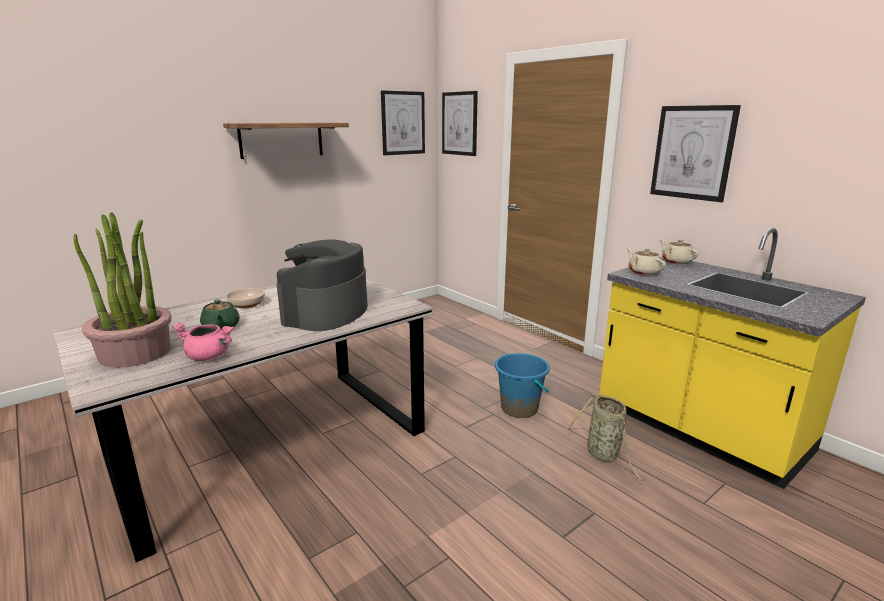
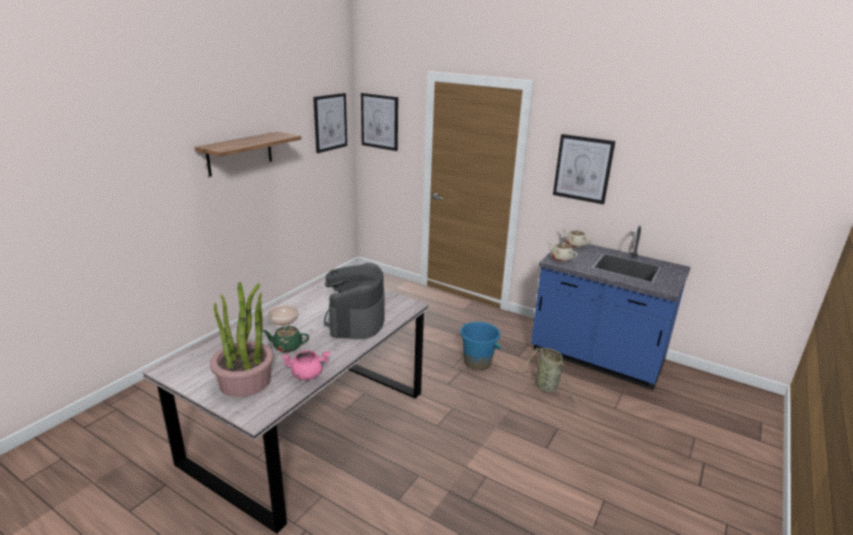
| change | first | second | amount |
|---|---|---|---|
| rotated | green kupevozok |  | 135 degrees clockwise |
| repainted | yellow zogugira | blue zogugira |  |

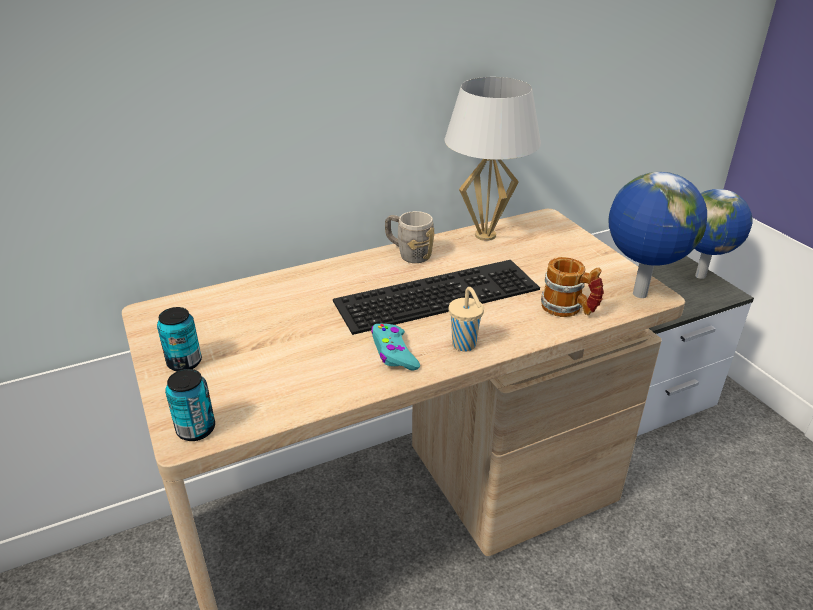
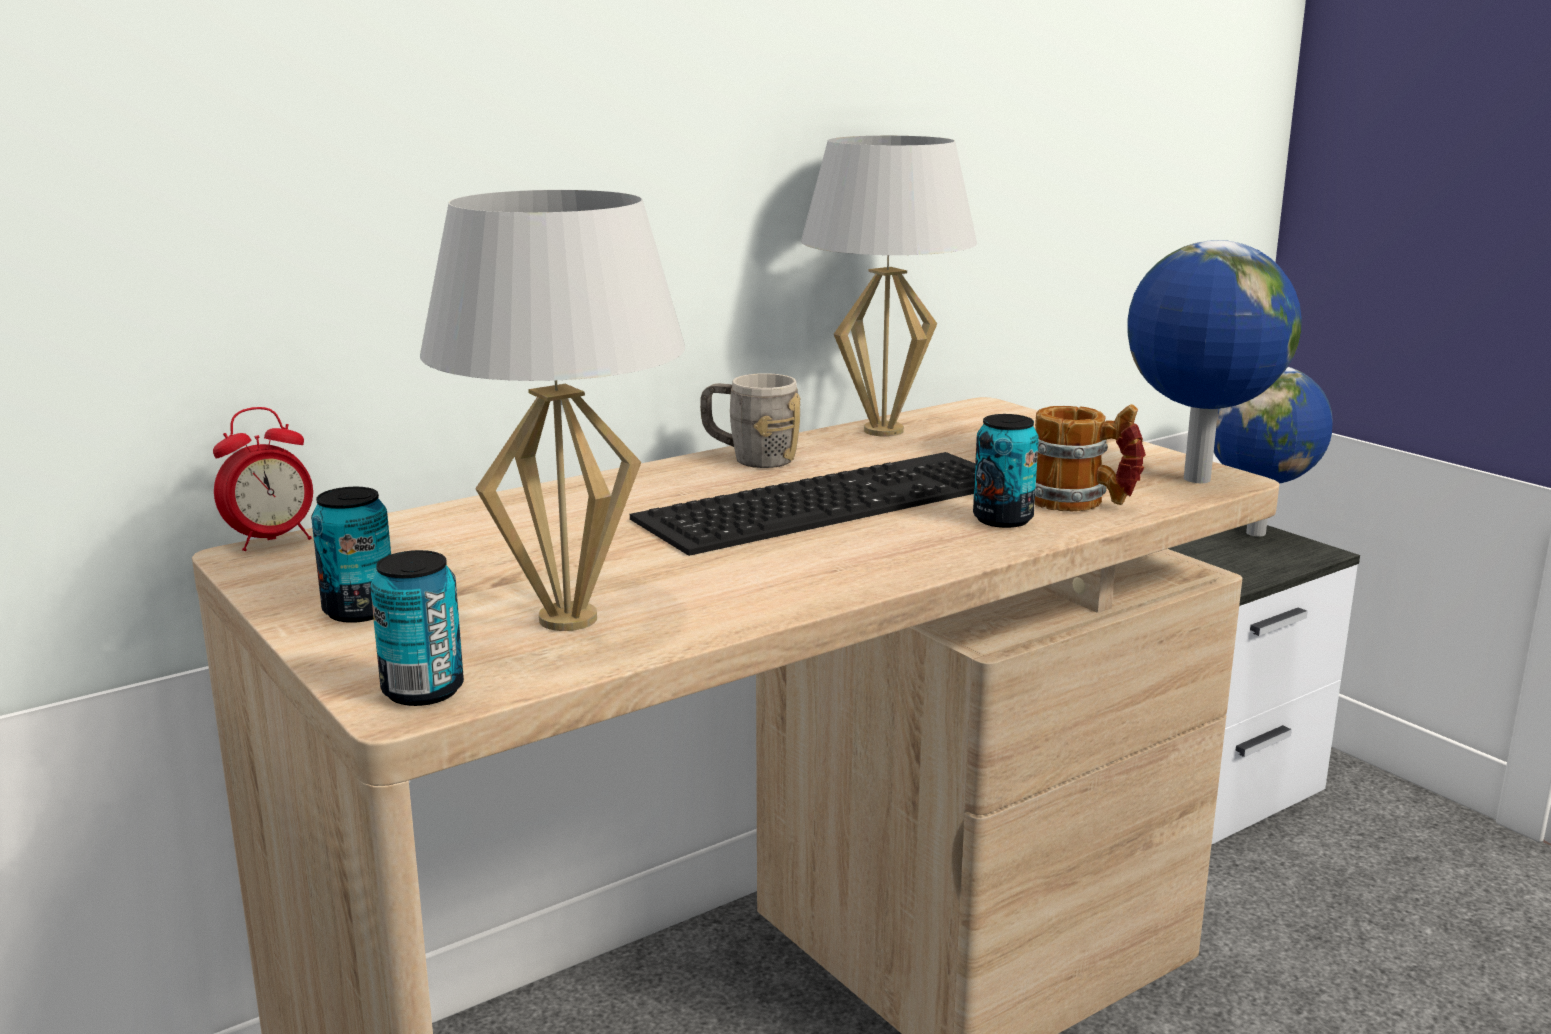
| change | first | second | amount |
|---|---|---|---|
| new |  | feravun |  |
| new |  | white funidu (no. 1 from left) |  |
| new |  | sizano (no. 3 from left) |  |
| gone | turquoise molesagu |  |  |
| gone | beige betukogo |  |  |

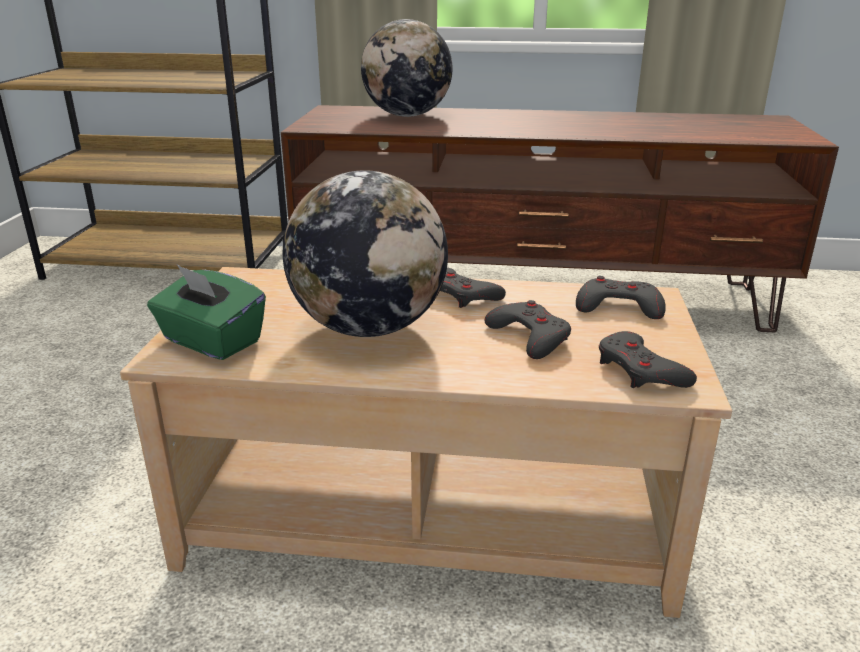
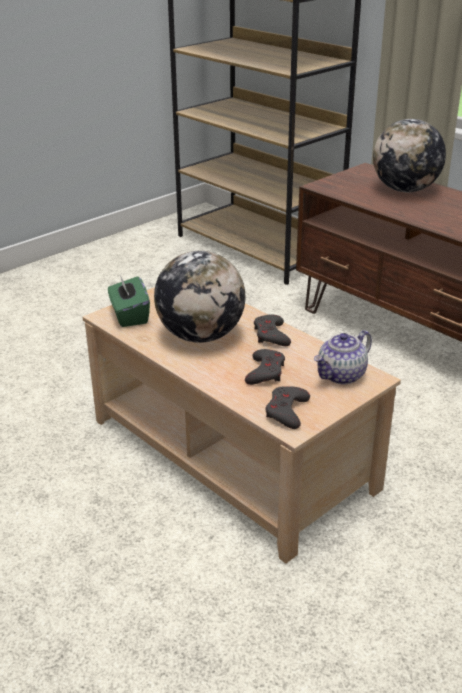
| change | first | second | amount |
|---|---|---|---|
| swapped | grey molesagu (no. 3 from left) | kupevozok |  |

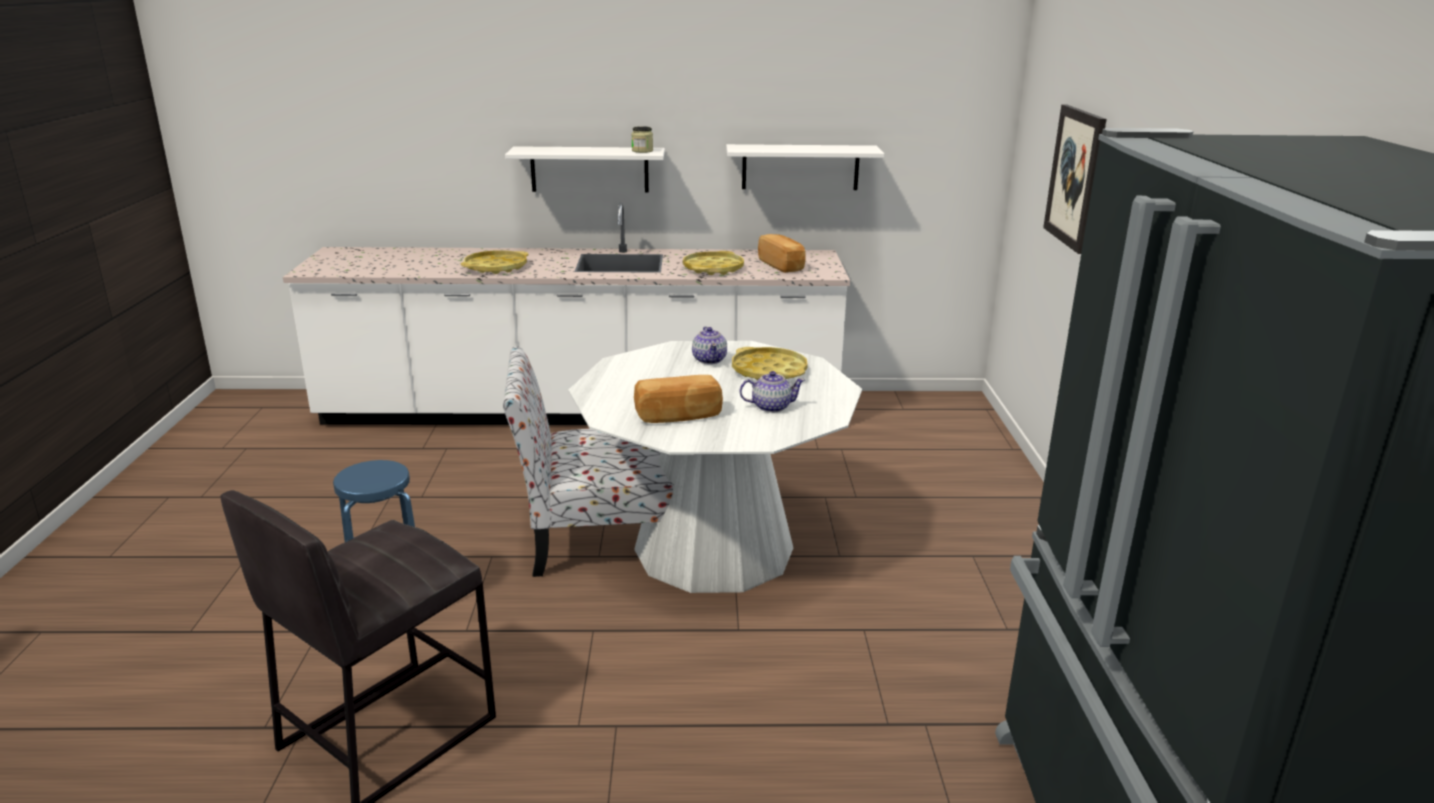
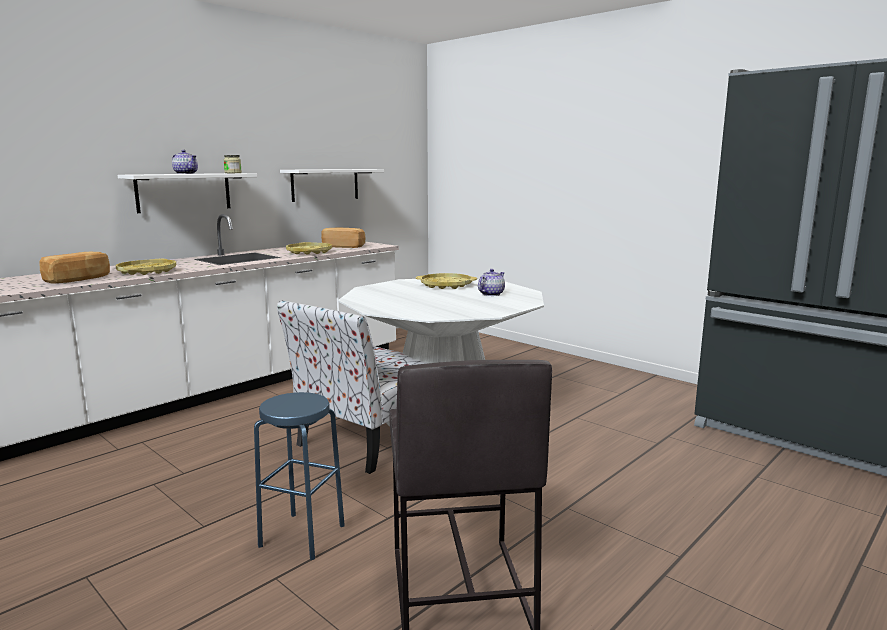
| change | first | second | amount |
|---|---|---|---|
| shifted | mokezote (no. 1 from left) |  |  |
| shifted | kupevozok (no. 1 from left) |  |  |
| gone | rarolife |  |  |

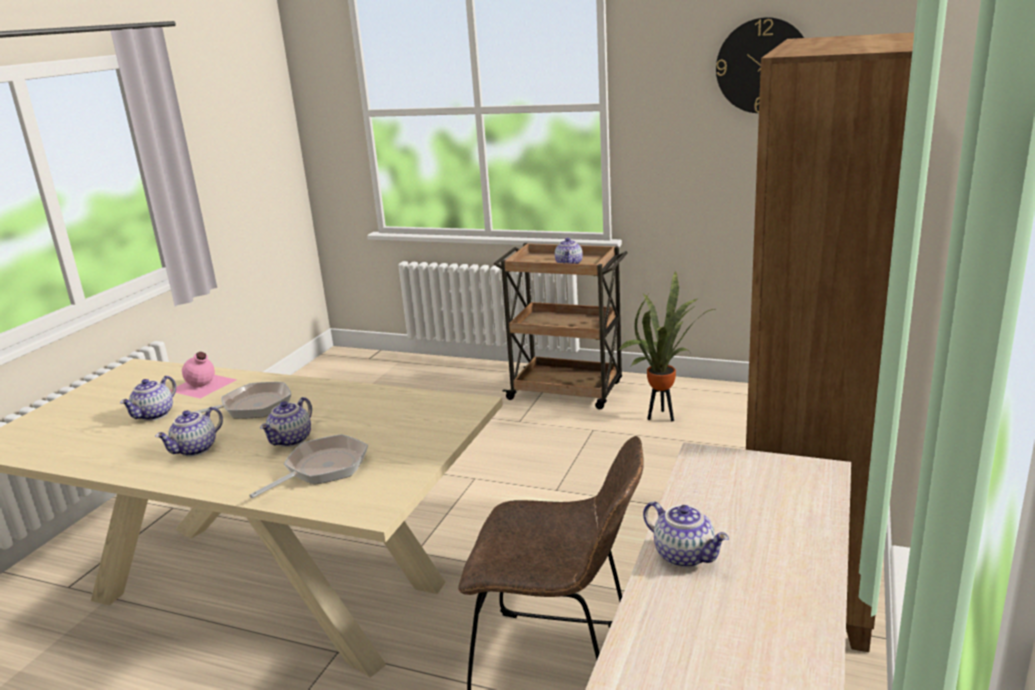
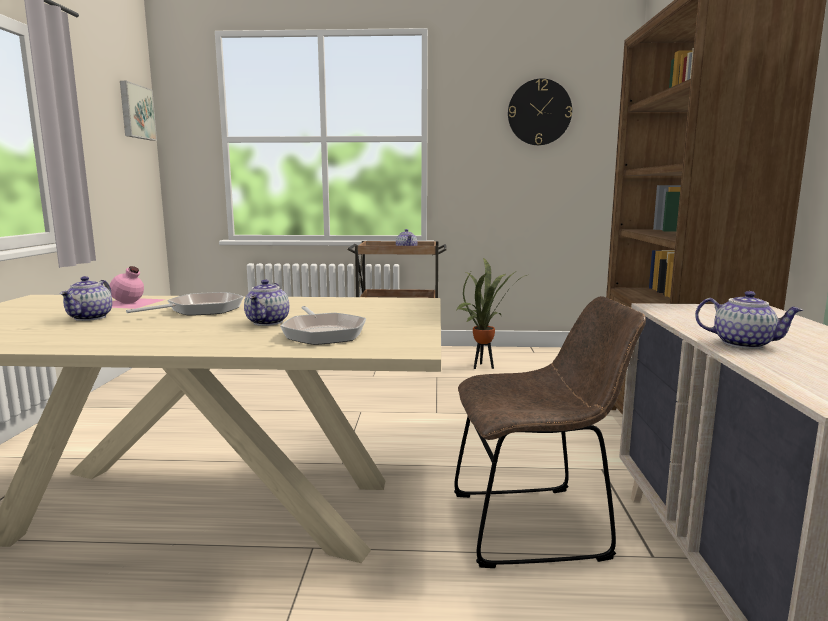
| change | first | second | amount |
|---|---|---|---|
| new |  | rarolife |  |
| rotated | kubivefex (no. 2 from left) |  | 135 degrees clockwise |
| gone | kupevozok (no. 2 from left) |  |  |

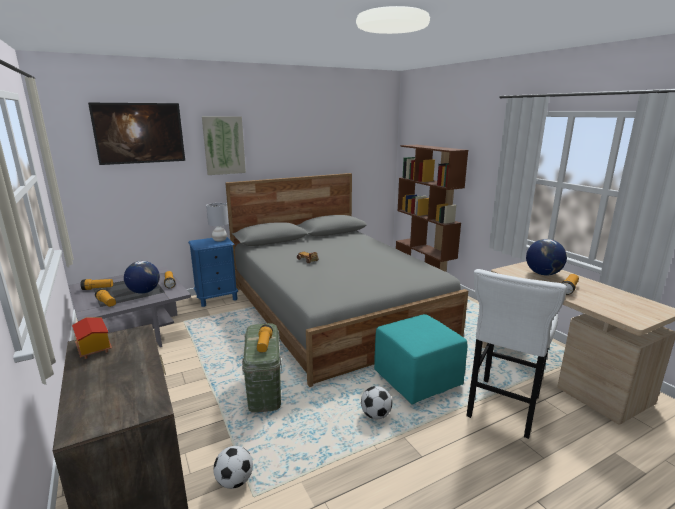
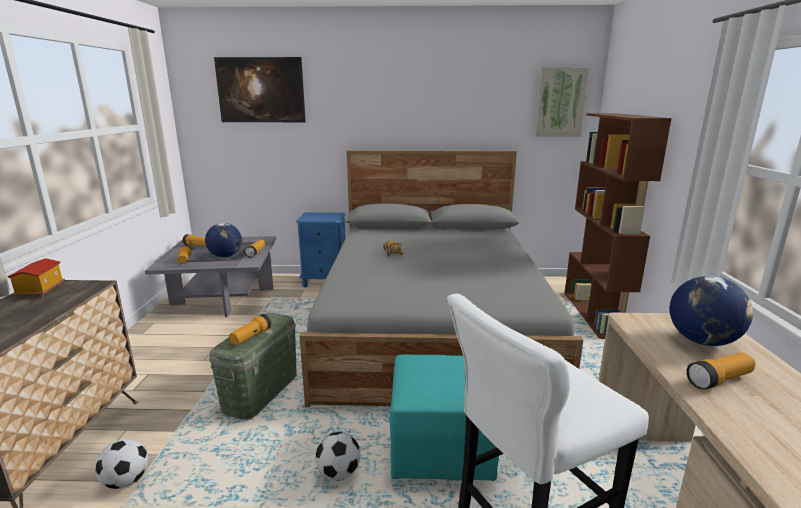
| change | first | second | amount |
|---|---|---|---|
| shifted | rarolife (no. 2 from left) |  |  |
| gone | grey funidu |  |  |

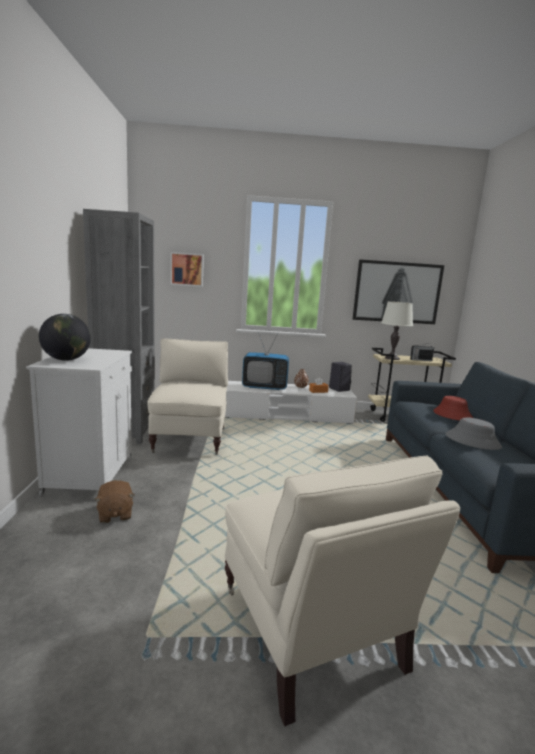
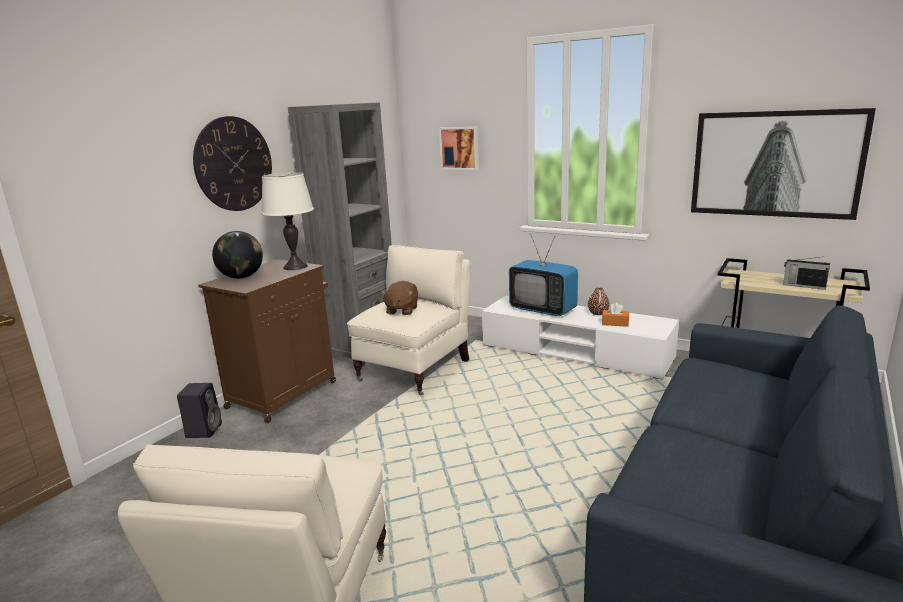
| change | first | second | amount |
|---|---|---|---|
| shifted | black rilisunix |  |  |
| new |  | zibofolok |  |
| repainted | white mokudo | brown mokudo |  |
| shifted | white funidu |  |  |
| shifted | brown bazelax |  |  |
| gone | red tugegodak |  |  |
| gone | grey tugegodak |  |  |

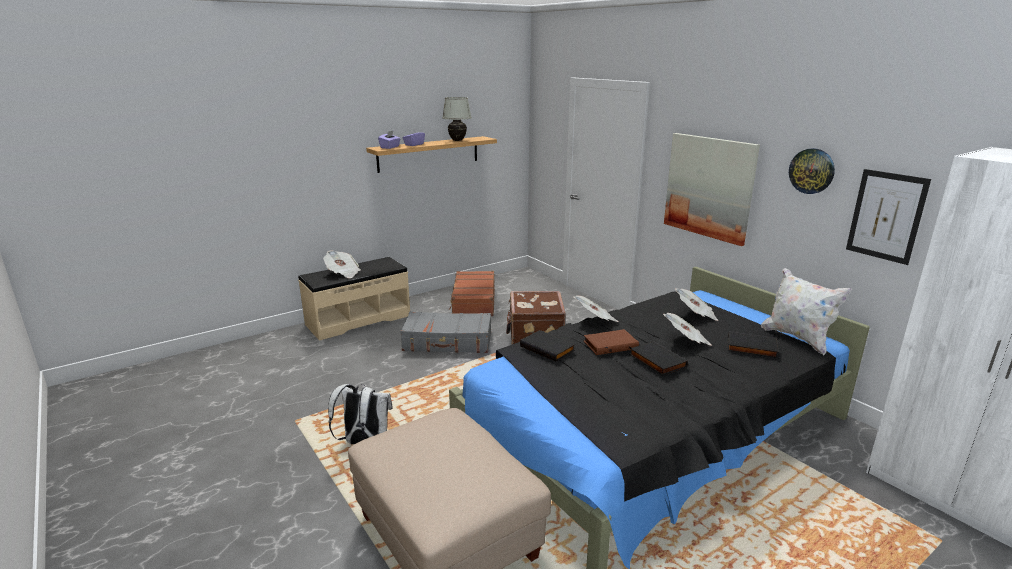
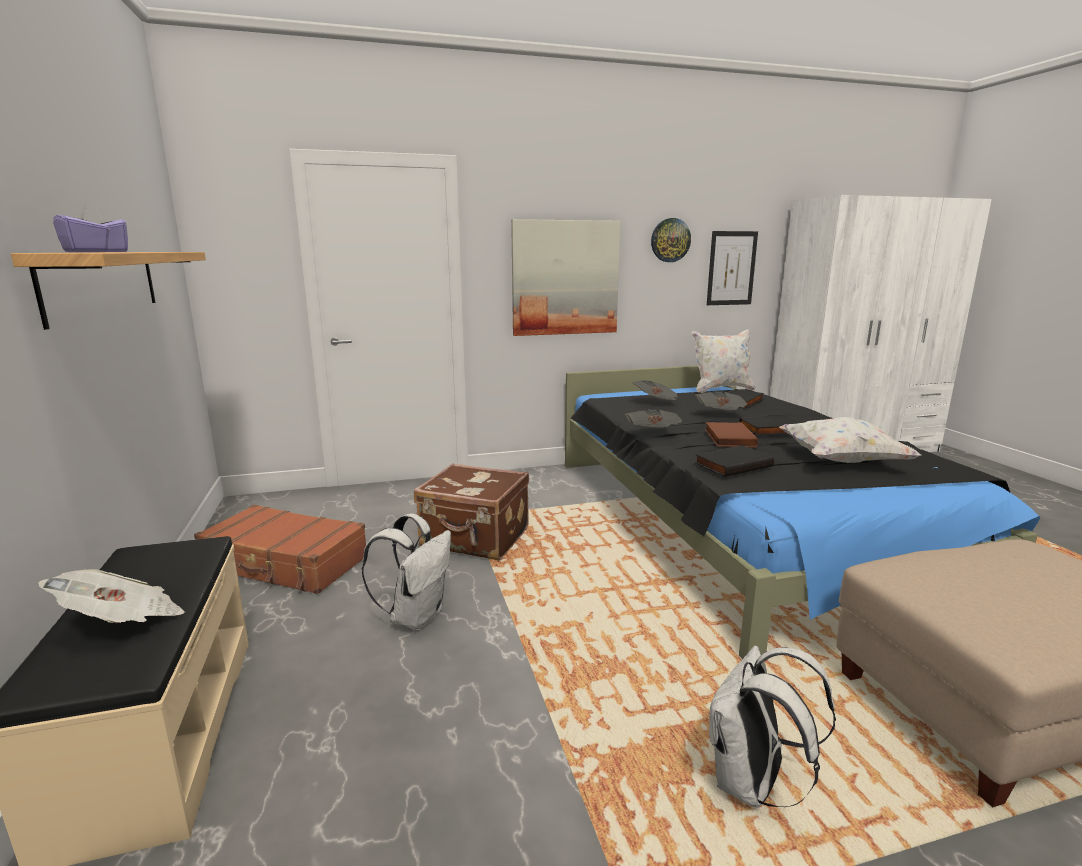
| change | first | second | amount |
|---|---|---|---|
| swapped | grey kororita | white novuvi (no. 1 from left) |  |
| new |  | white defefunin (no. 2 from left) |  |
| gone | white funidu |  |  |

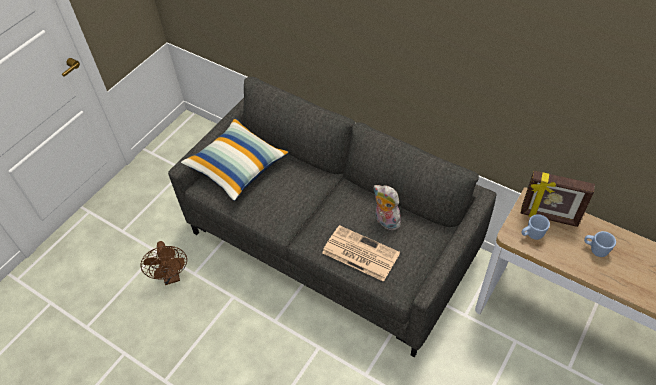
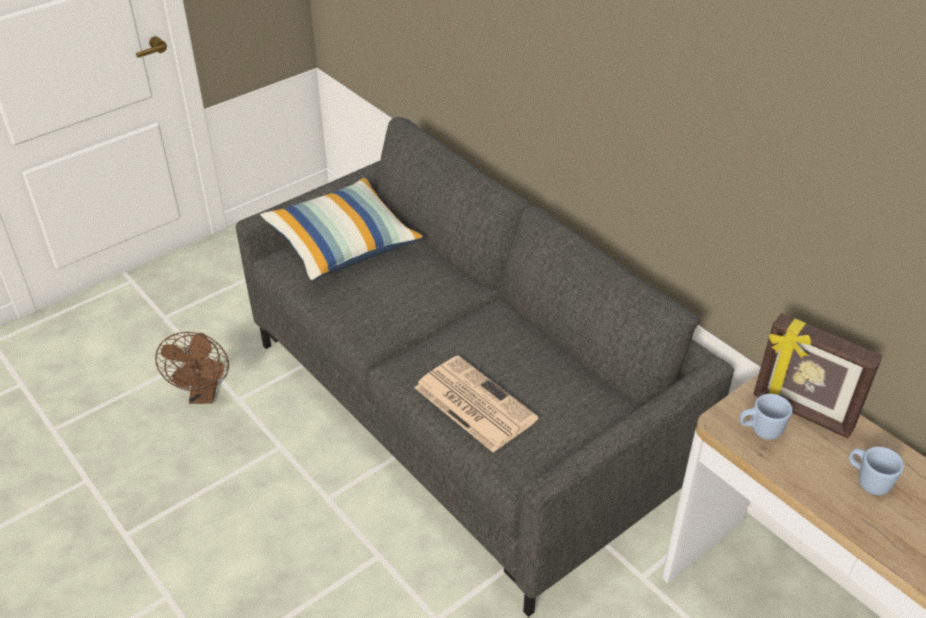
| change | first | second | amount |
|---|---|---|---|
| gone | bazelax |  |  |

